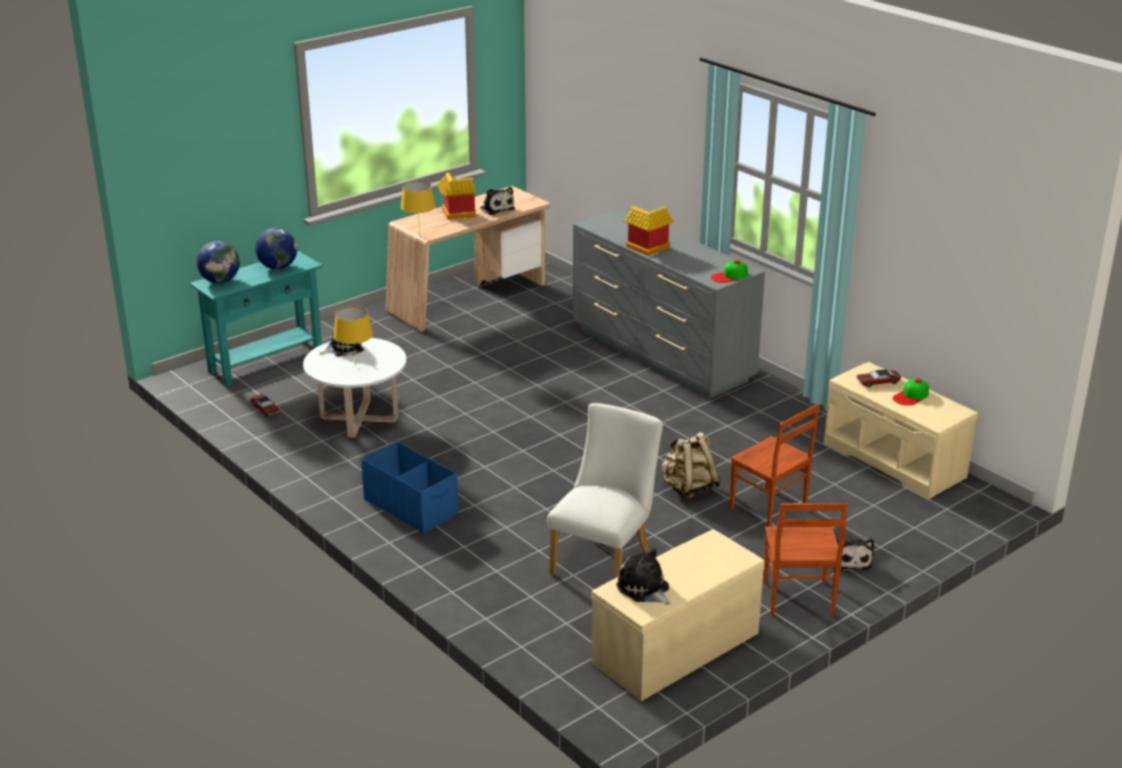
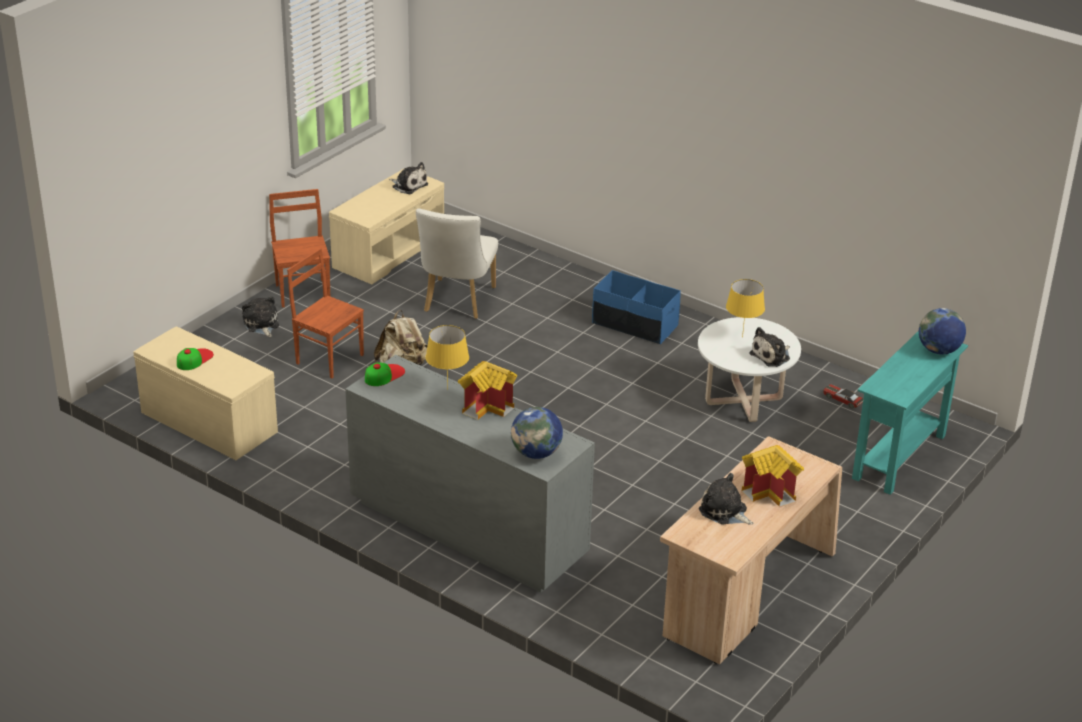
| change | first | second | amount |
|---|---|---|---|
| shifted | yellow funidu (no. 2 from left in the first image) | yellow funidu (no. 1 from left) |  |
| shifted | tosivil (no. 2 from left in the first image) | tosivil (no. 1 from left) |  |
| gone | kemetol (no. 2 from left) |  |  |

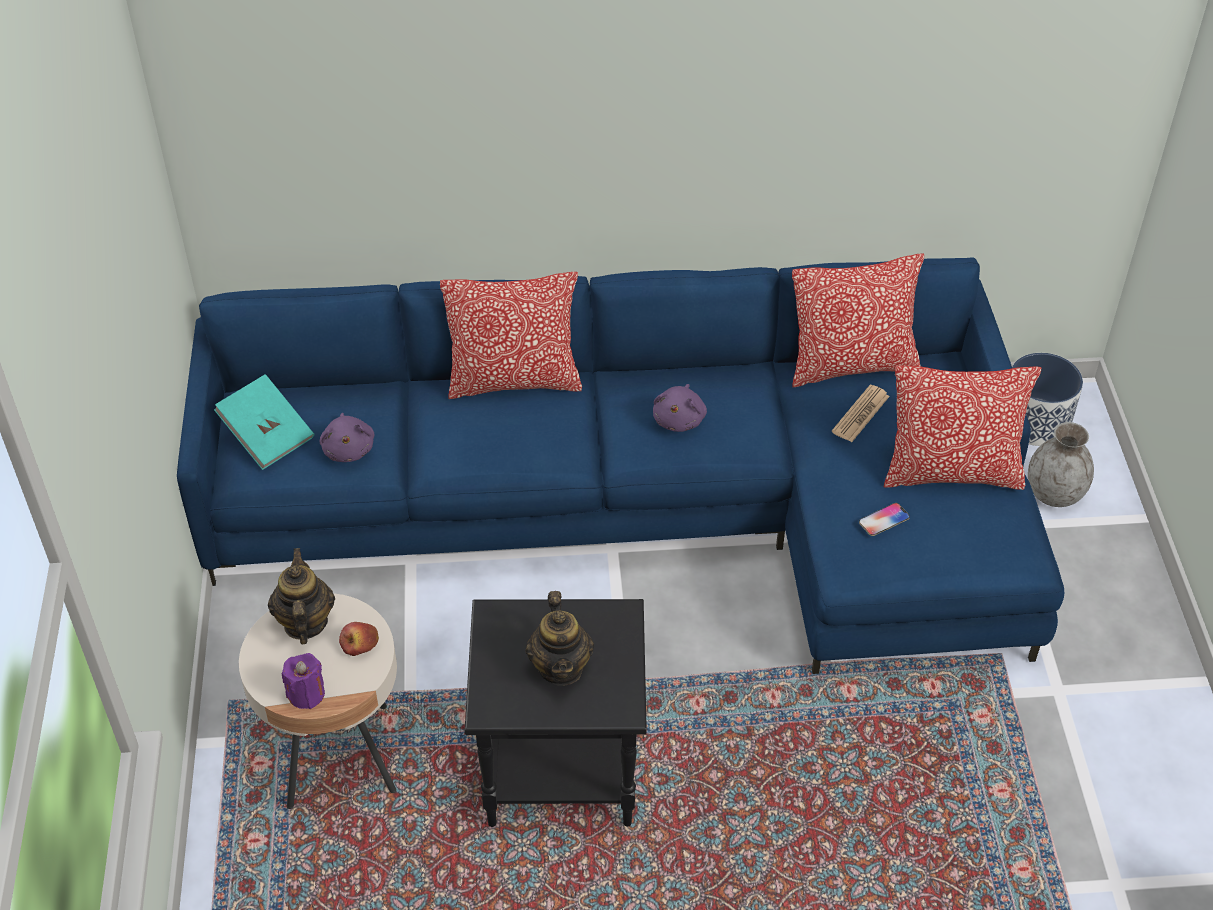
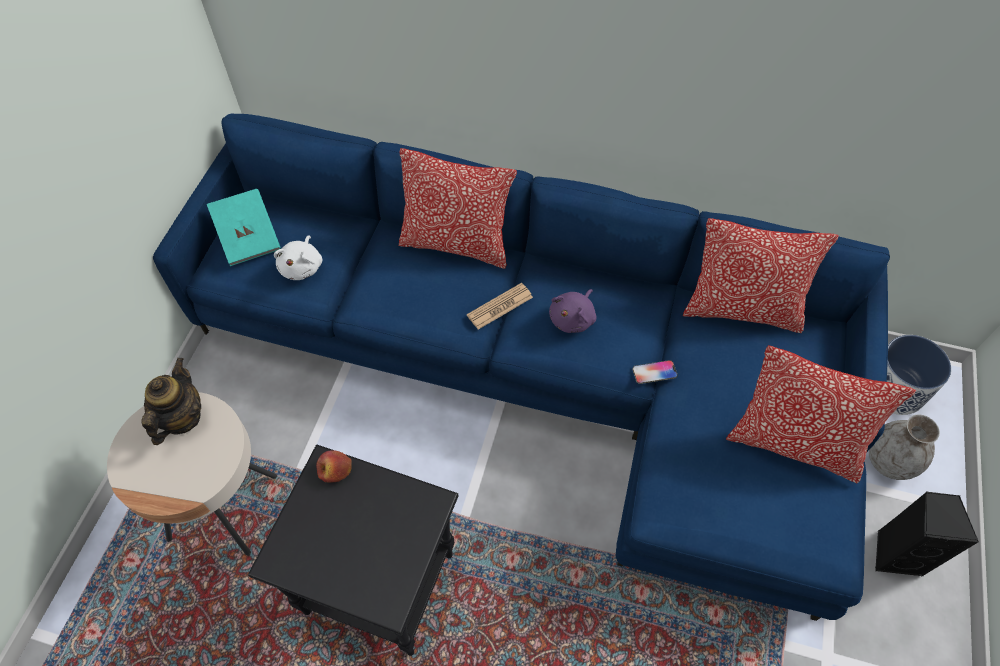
| change | first | second | amount |
|---|---|---|---|
| repainted | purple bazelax (no. 1 from left) | white bazelax |  |
| shifted | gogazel |  |  |
| shifted | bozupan |  |  |
| shifted | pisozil |  |  |
| new |  | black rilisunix |  |
| gone | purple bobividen |  |  |
| gone | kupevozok (no. 2 from left) |  |  |

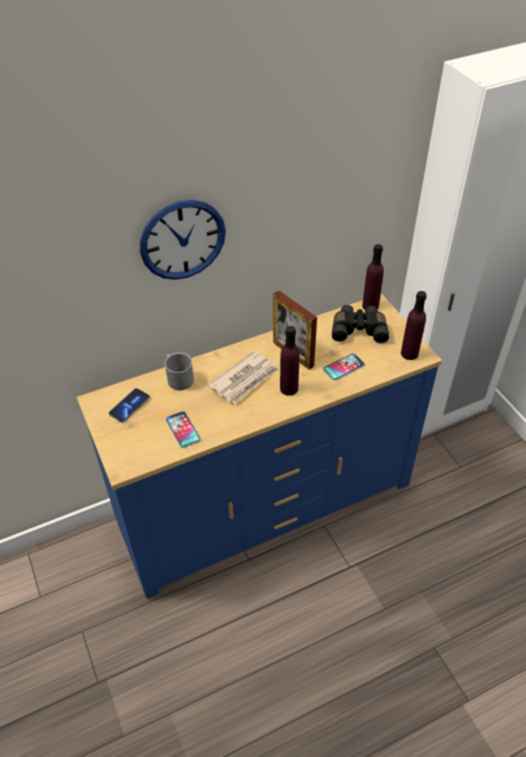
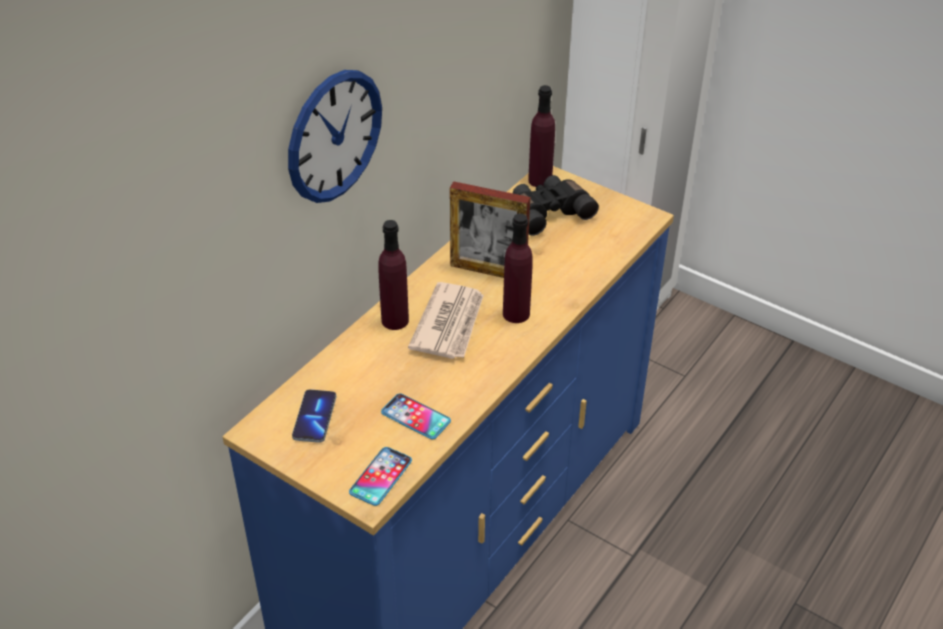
| change | first | second | amount |
|---|---|---|---|
| shifted | pisozil (no. 3 from left in the first image) | pisozil (no. 2 from left) |  |
| shifted | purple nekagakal (no. 3 from left in the first image) | purple nekagakal (no. 1 from left) |  |
| gone | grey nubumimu |  |  |

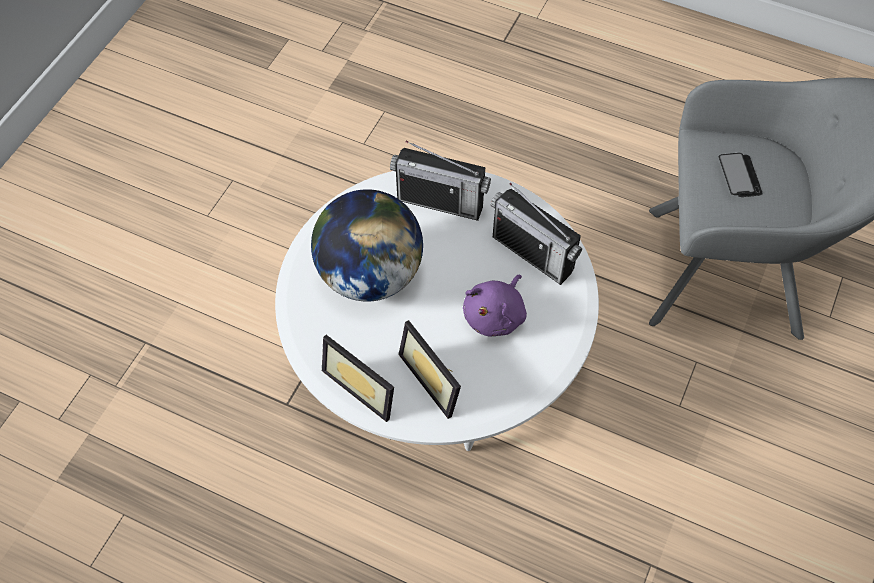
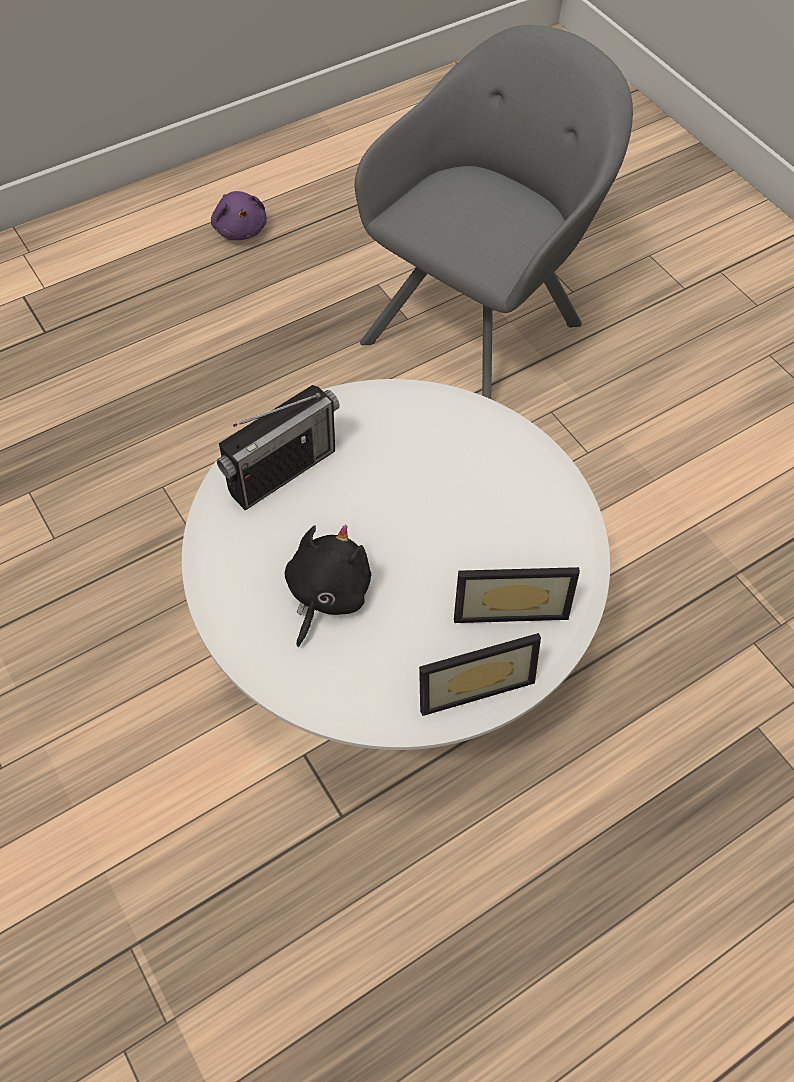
| change | first | second | amount |
|---|---|---|---|
| shifted | purple bazelax |  |  |
| swapped | tosivil | black bazelax |  |
| gone | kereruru (no. 2 from left) |  |  |
| gone | pisozil |  |  |

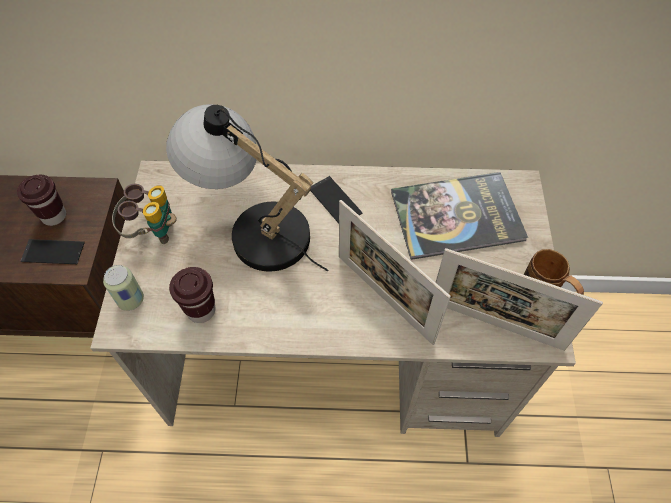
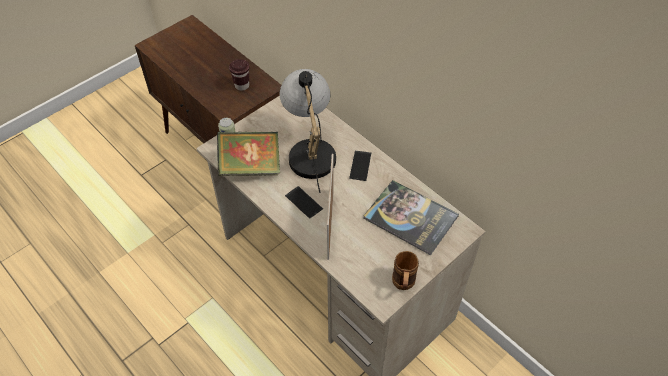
| change | first | second | amount |
|---|---|---|---|
| swapped | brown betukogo (no. 2 from left) | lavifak (no. 1 from left) |  |
| shifted | pisozil (no. 1 from left) |  |  |
| gone | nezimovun |  |  |
| gone | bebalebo (no. 2 from left) |  |  |

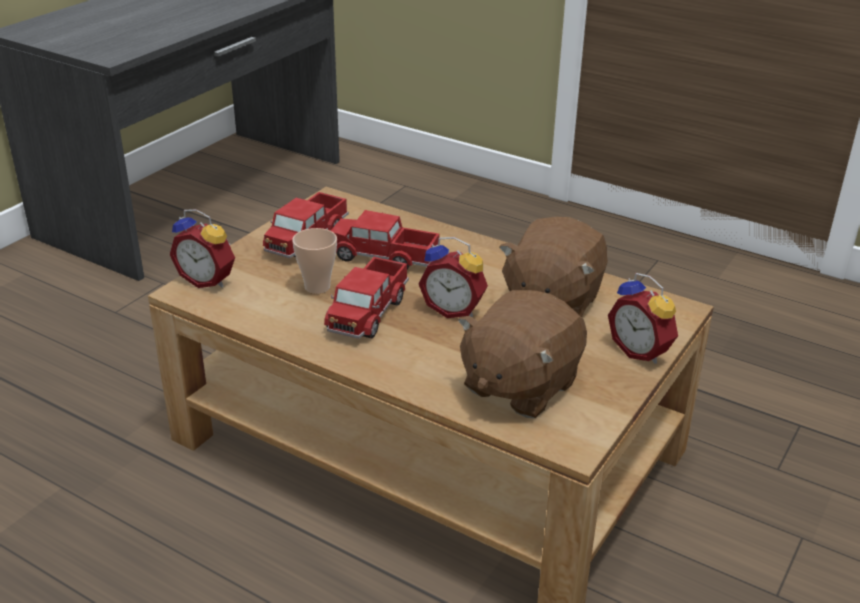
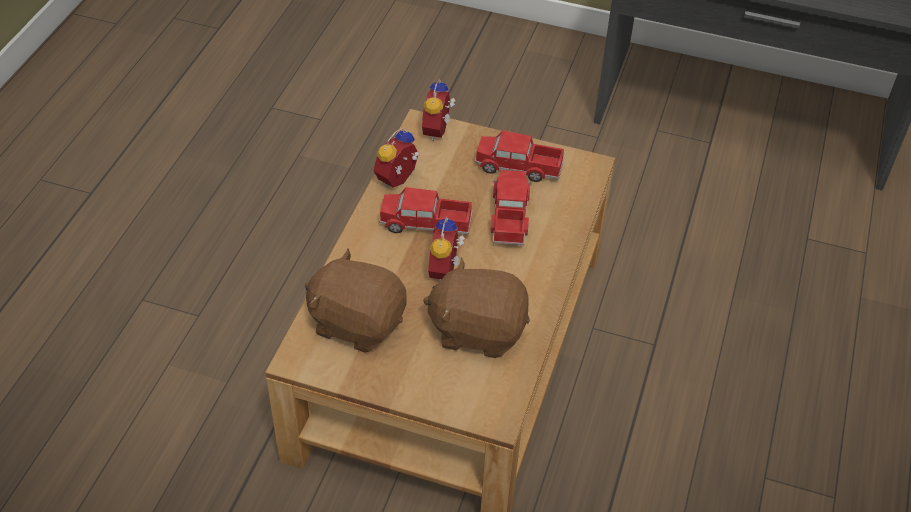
| change | first | second | amount |
|---|---|---|---|
| shifted | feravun (no. 3 from left in the first image) | feravun (no. 1 from left) |  |
| gone | betukogo |  |  |

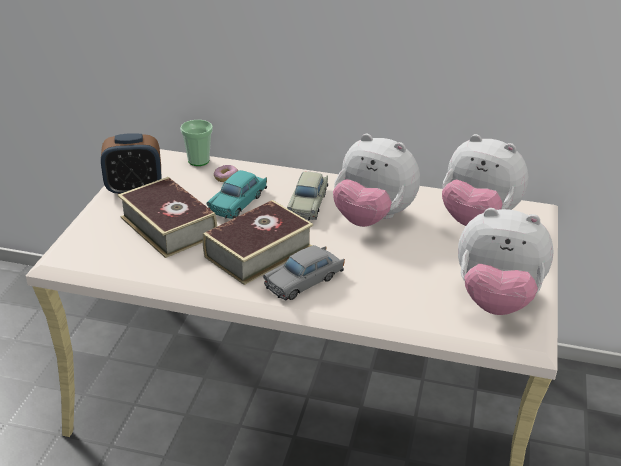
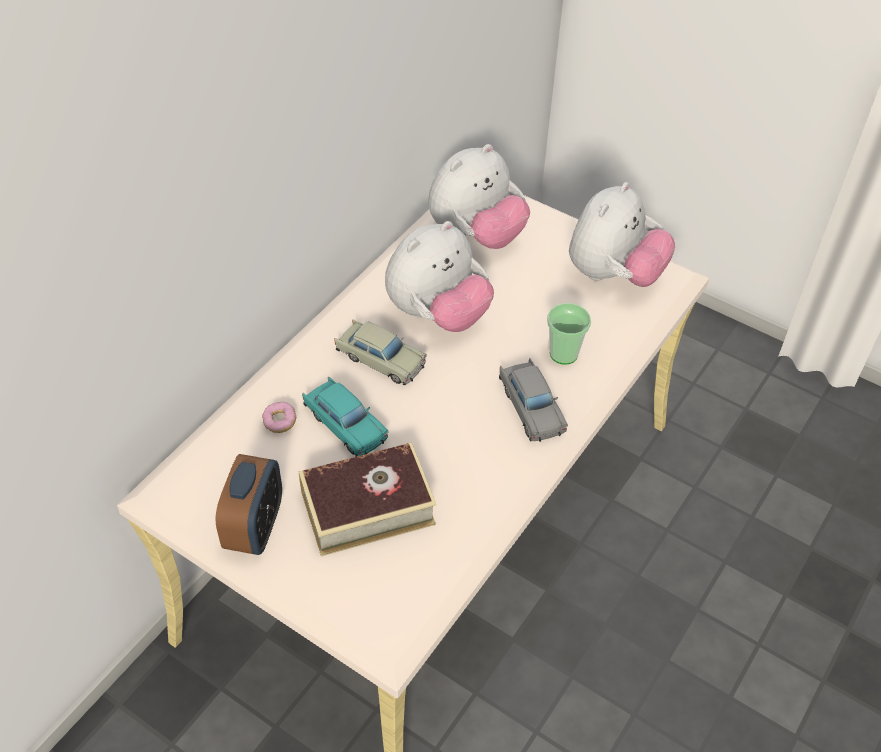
| change | first | second | amount |
|---|---|---|---|
| shifted | betukogo |  |  |
| gone | lavifak (no. 2 from left) |  |  |

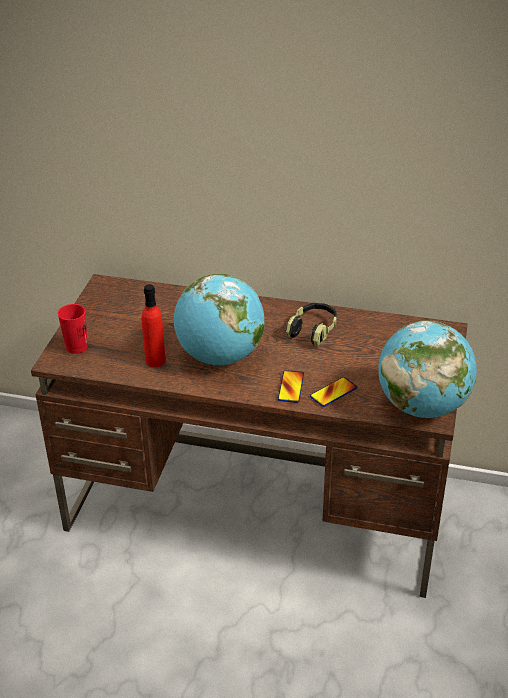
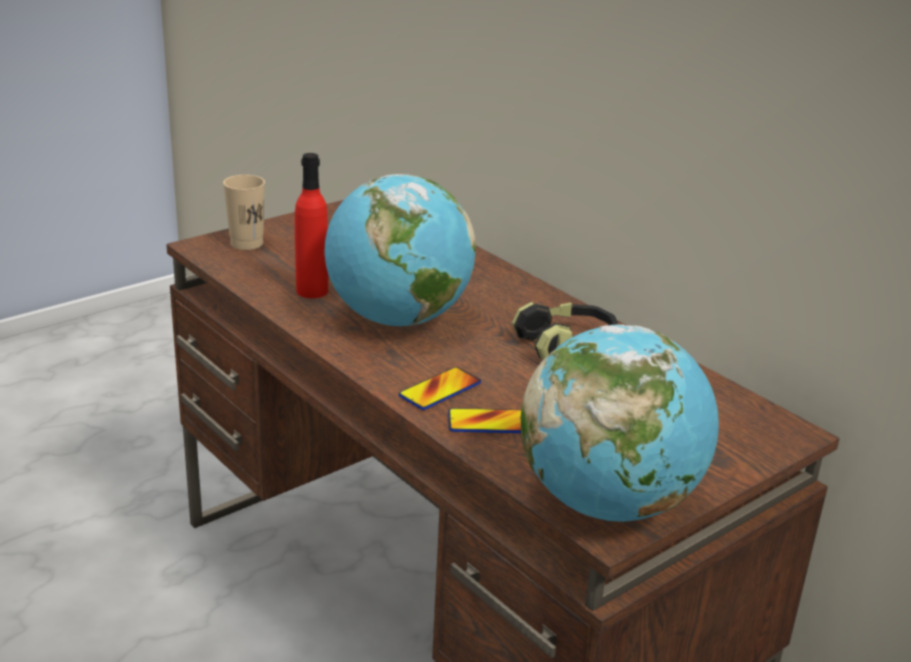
| change | first | second | amount |
|---|---|---|---|
| repainted | red betukogo | beige betukogo |  |

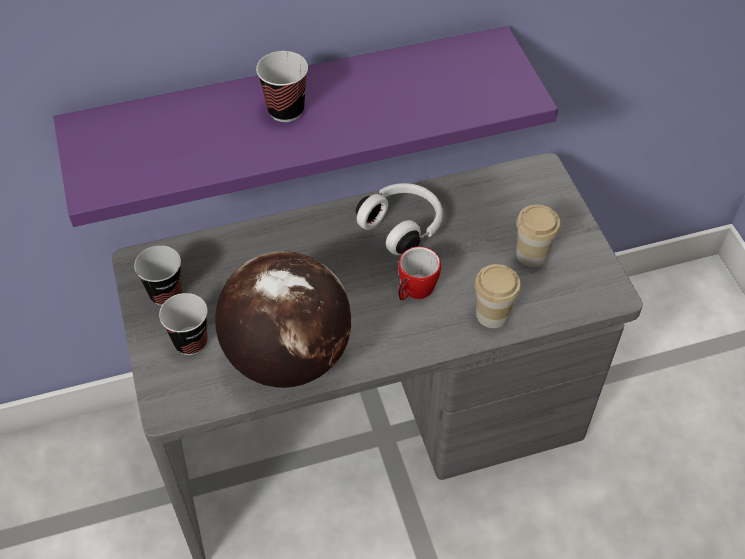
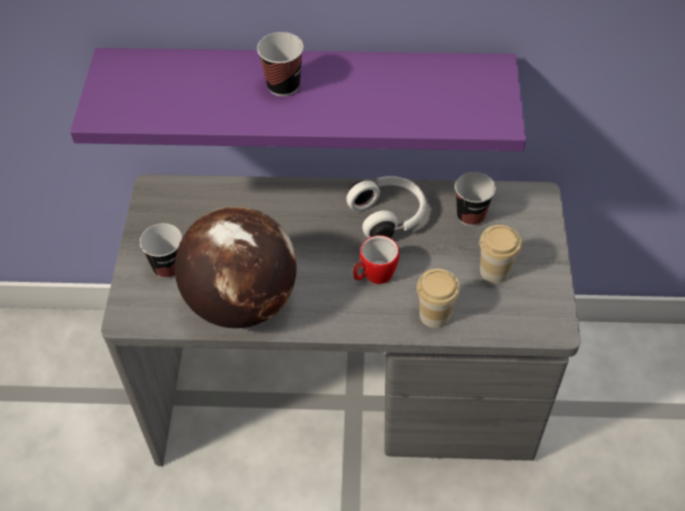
| change | first | second | amount |
|---|---|---|---|
| shifted | betukogo (no. 1 from left in the first image) | betukogo (no. 4 from left) |  |

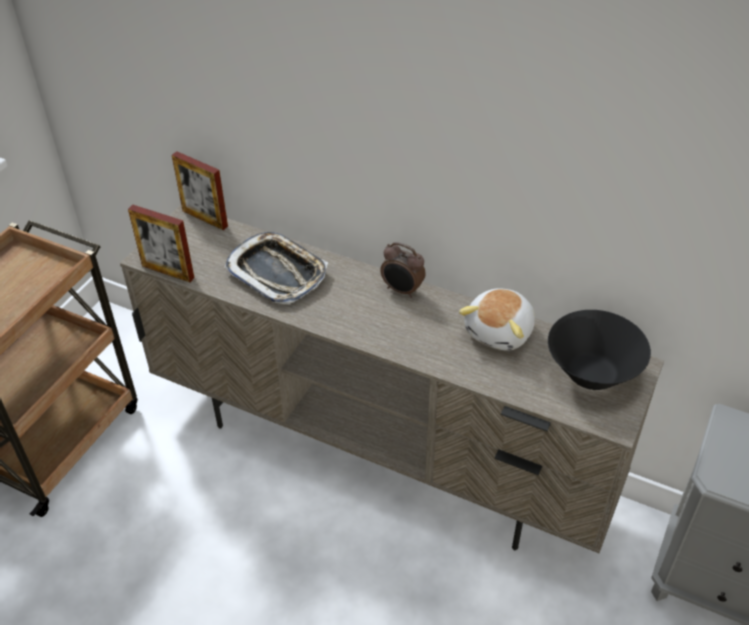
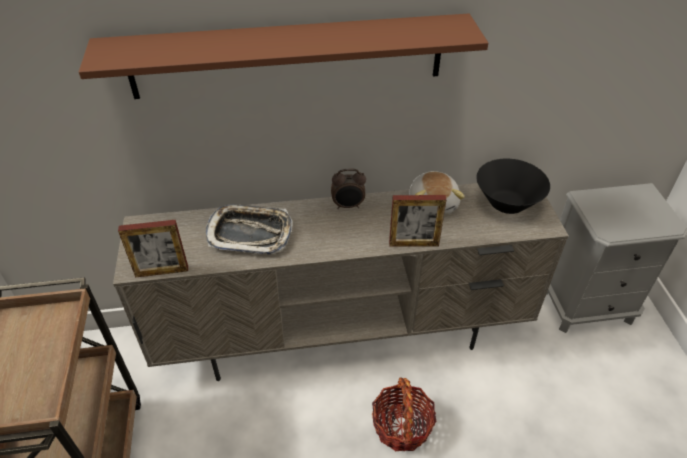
| change | first | second | amount |
|---|---|---|---|
| new |  | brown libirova |  |
| new |  | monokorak |  |
| shifted | bebalebo (no. 2 from left) |  |  |

